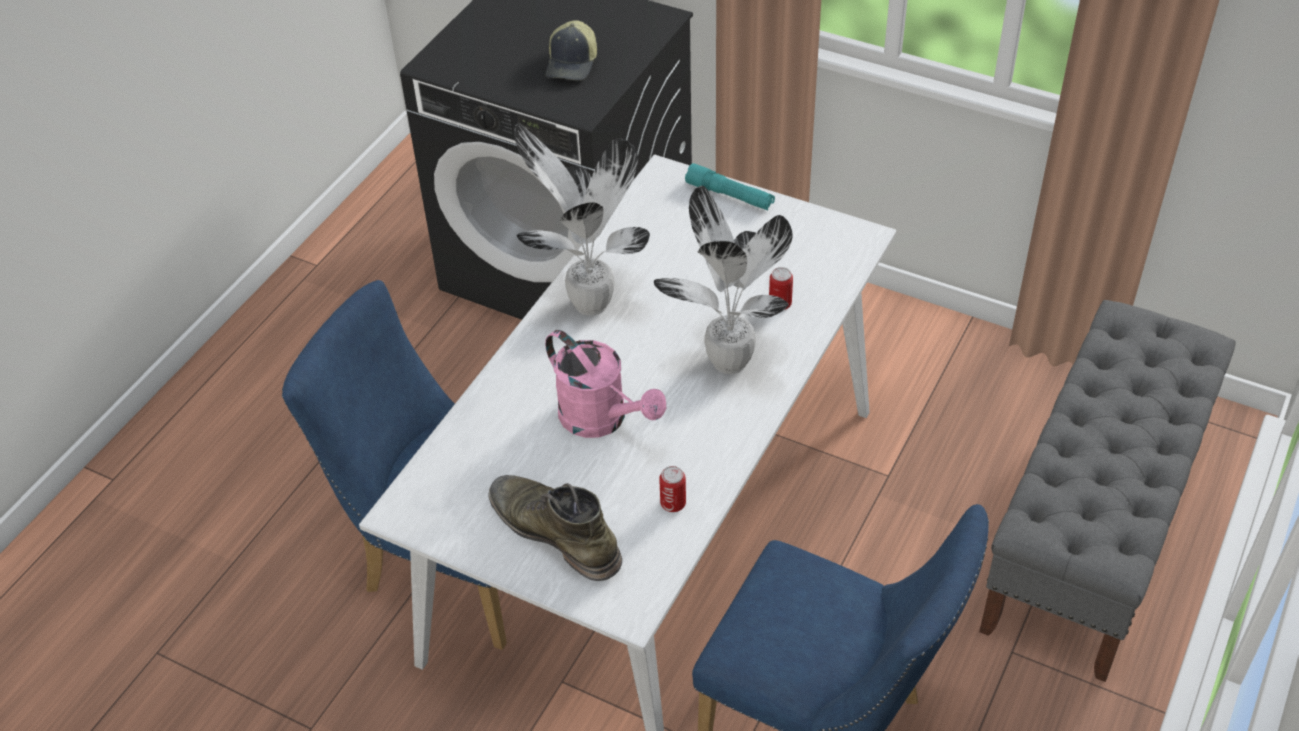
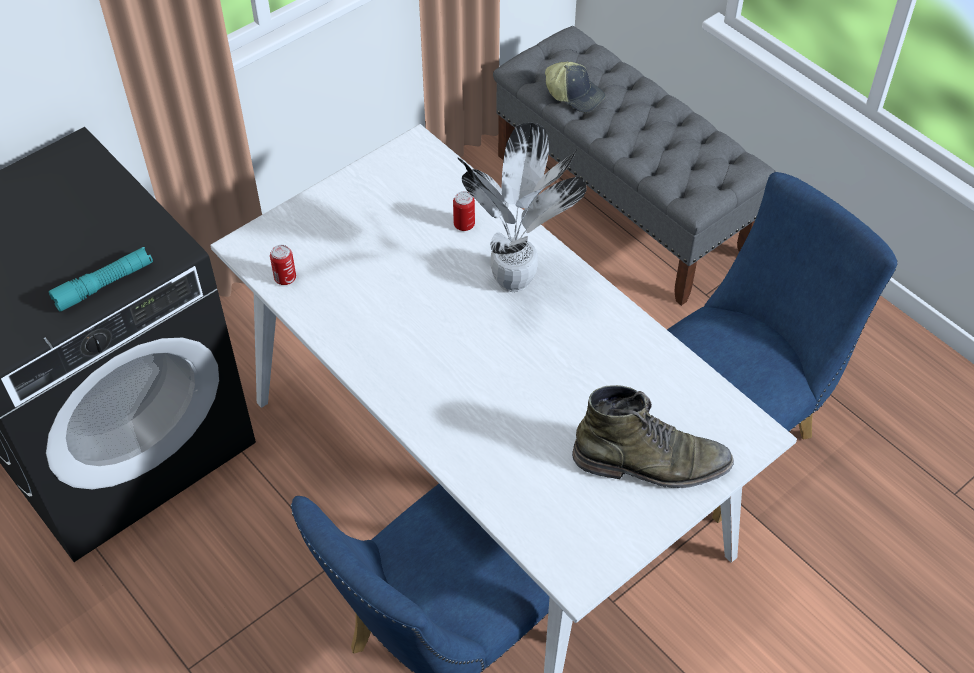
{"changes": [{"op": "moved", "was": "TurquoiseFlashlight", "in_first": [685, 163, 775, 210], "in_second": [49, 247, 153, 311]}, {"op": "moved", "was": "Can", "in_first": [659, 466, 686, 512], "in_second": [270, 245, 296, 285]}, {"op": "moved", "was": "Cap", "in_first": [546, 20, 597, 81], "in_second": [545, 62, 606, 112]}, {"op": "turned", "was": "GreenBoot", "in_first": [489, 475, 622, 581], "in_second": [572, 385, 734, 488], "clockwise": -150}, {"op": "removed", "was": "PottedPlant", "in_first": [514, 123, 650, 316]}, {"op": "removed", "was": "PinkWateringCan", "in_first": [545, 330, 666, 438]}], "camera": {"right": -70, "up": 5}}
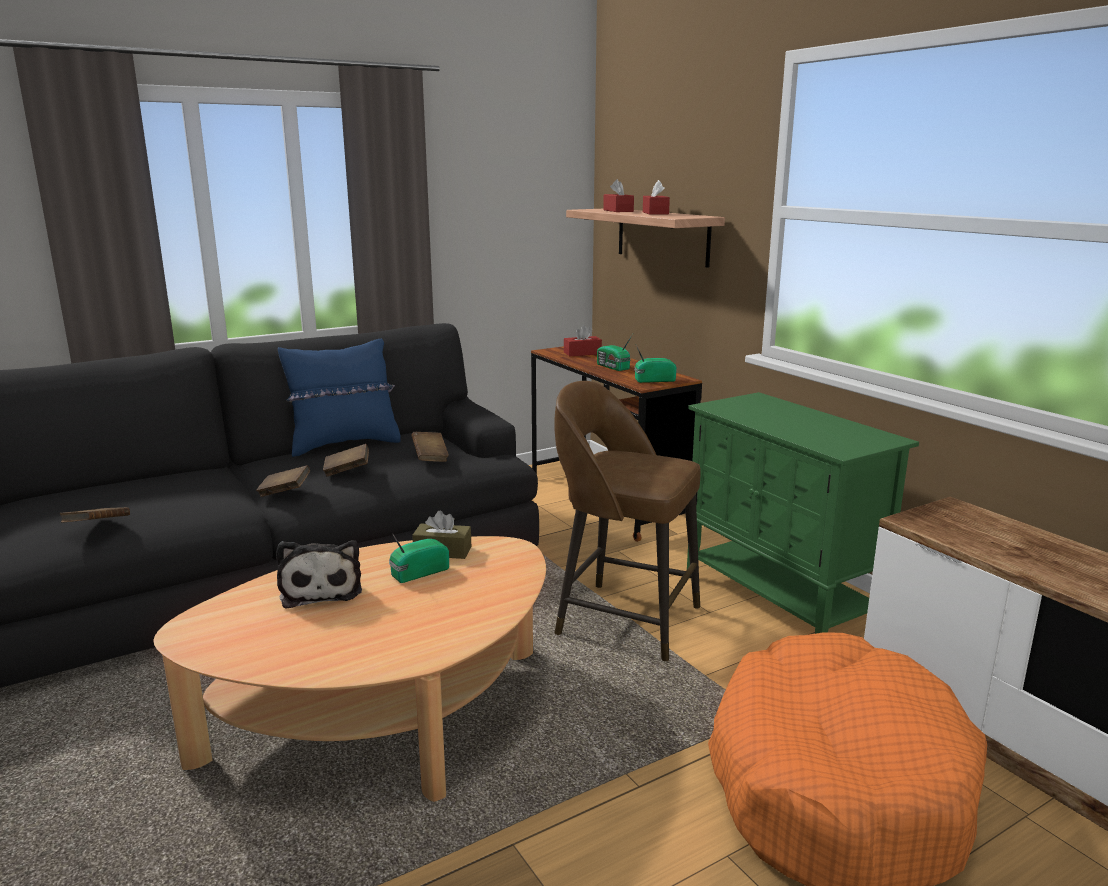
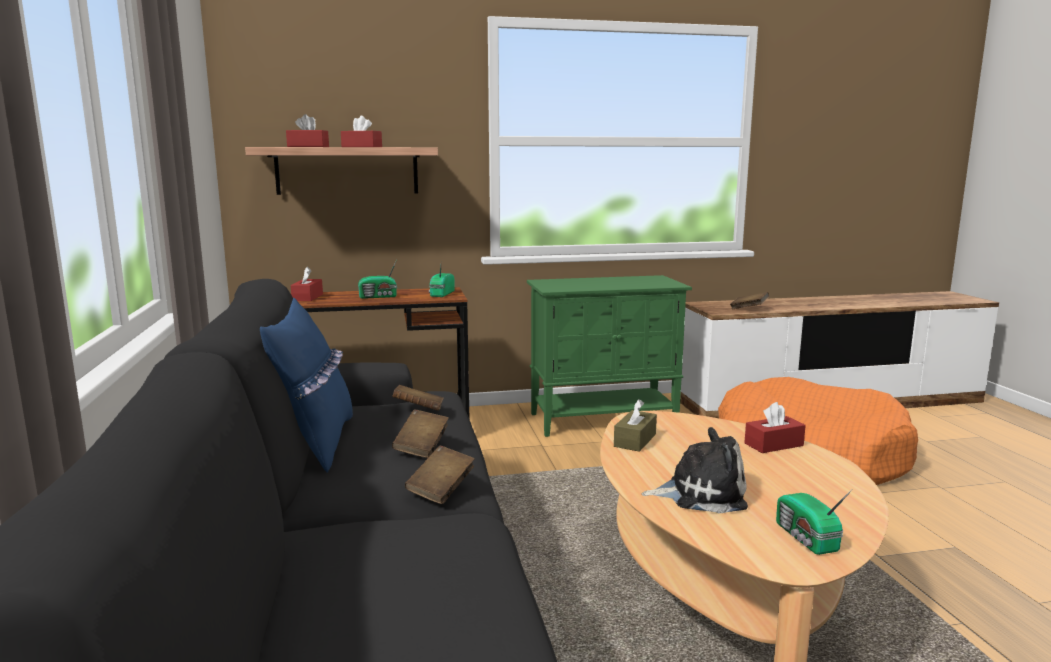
{"changes": [{"op": "moved", "was": "BrownBook", "in_first": [59, 507, 130, 523], "in_second": [730, 292, 769, 309]}, {"op": "added", "now": "RedTissueBox", "in_second": [744, 402, 806, 453]}, {"op": "moved", "was": "Radio", "in_first": [389, 533, 449, 583], "in_second": [776, 490, 852, 555]}, {"op": "removed", "was": "BrownStool", "in_first": [554, 381, 701, 661]}], "camera": {"right": -70, "up": -5}}
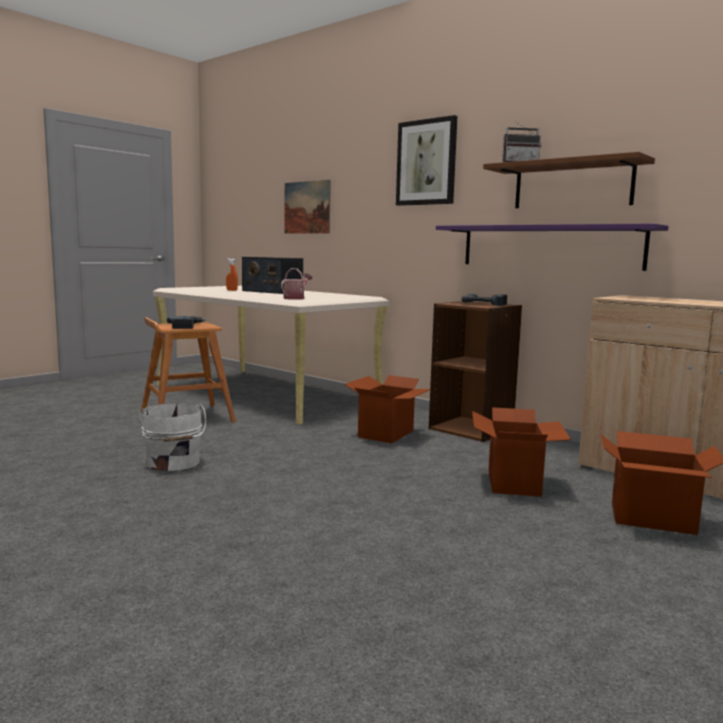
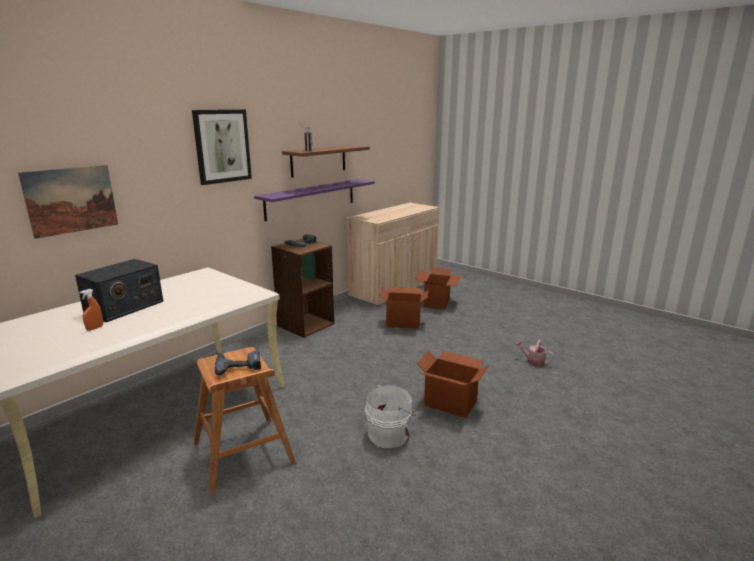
{"changes": [{"op": "moved", "was": "CardboardBox", "in_first": [344, 375, 431, 444], "in_second": [417, 351, 489, 418]}, {"op": "moved", "was": "WateringCan", "in_first": [281, 268, 312, 300], "in_second": [515, 340, 554, 367]}], "camera": {"right": -90, "up": 10}}
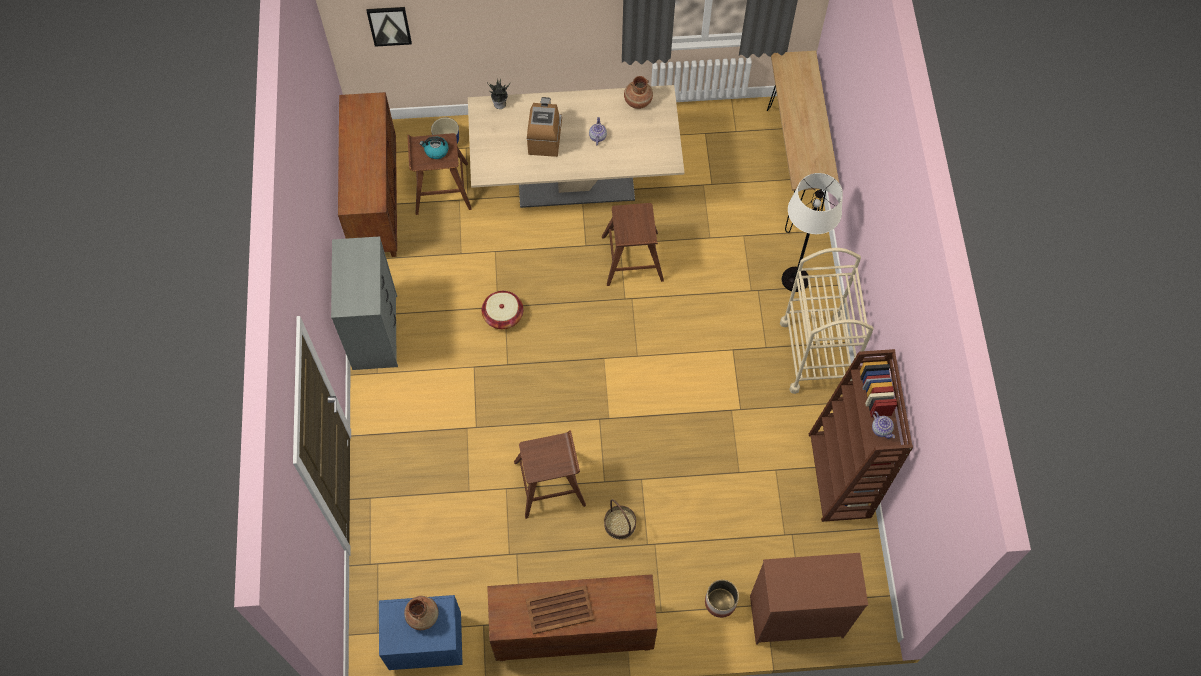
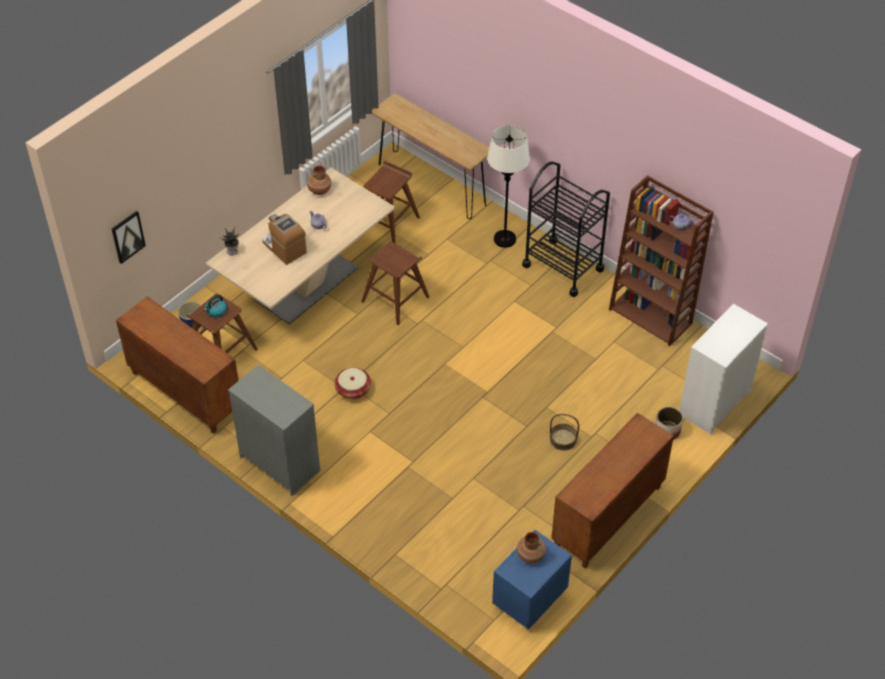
{"changes": [{"op": "moved", "was": "BrownStool", "in_first": [514, 430, 586, 519], "in_second": [363, 161, 420, 244]}, {"op": "recoloured", "was": "BeigeCart", "now": "BlackCart", "in_first": [780, 248, 874, 394], "in_second": [522, 161, 610, 297]}, {"op": "recoloured", "was": "BrownDresser", "now": "WhiteDresser", "in_first": [750, 553, 868, 645], "in_second": [679, 304, 768, 435]}, {"op": "removed", "was": "BrownTray", "in_first": [525, 585, 594, 634]}], "camera": {"right": -45, "up": -15}}
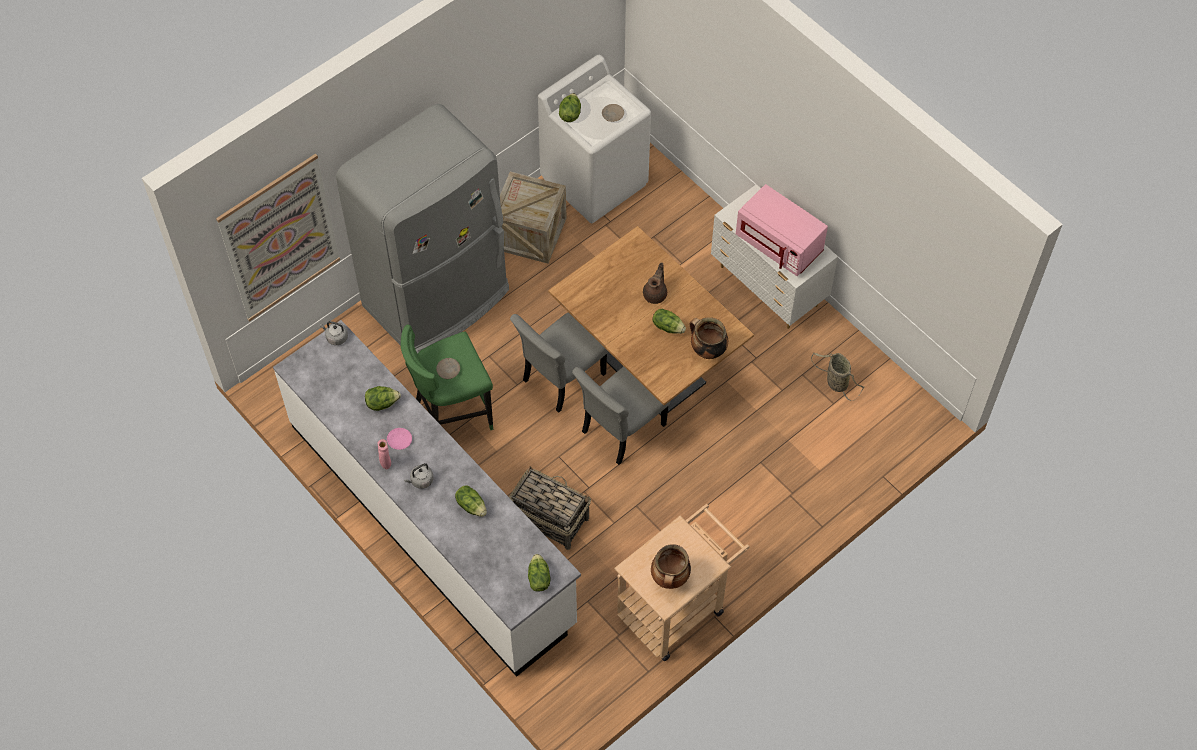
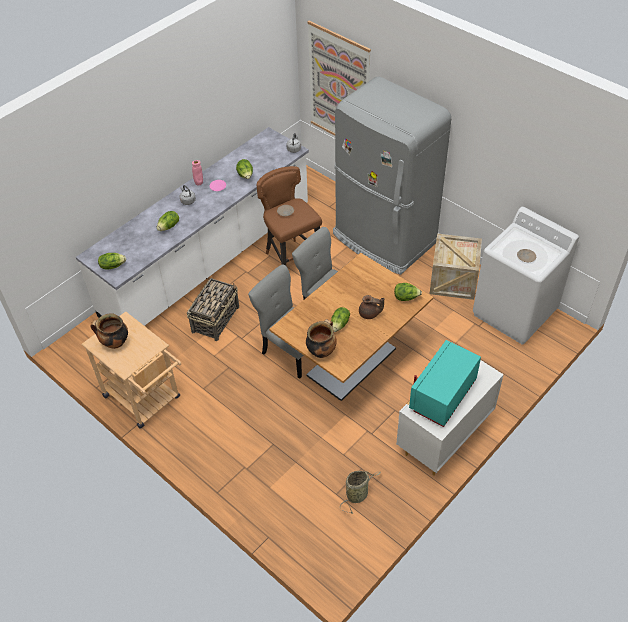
{"changes": [{"op": "recoloured", "was": "GreenStool", "now": "BrownStool", "in_first": [401, 325, 493, 430], "in_second": [257, 166, 322, 265]}, {"op": "moved", "was": "Lettuce", "in_first": [559, 93, 581, 122], "in_second": [394, 283, 422, 301]}, {"op": "recoloured", "was": "PinkMicrowave", "now": "TurquoiseMicrowave", "in_first": [736, 184, 828, 276], "in_second": [409, 340, 481, 427]}], "camera": {"right": 85, "up": -10}}
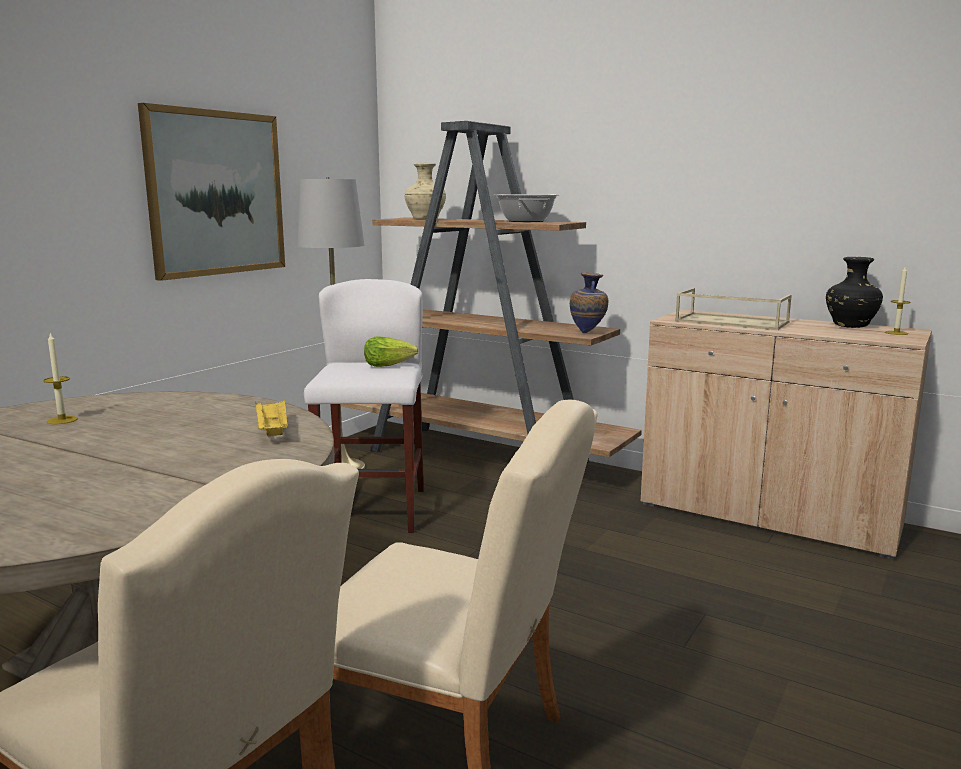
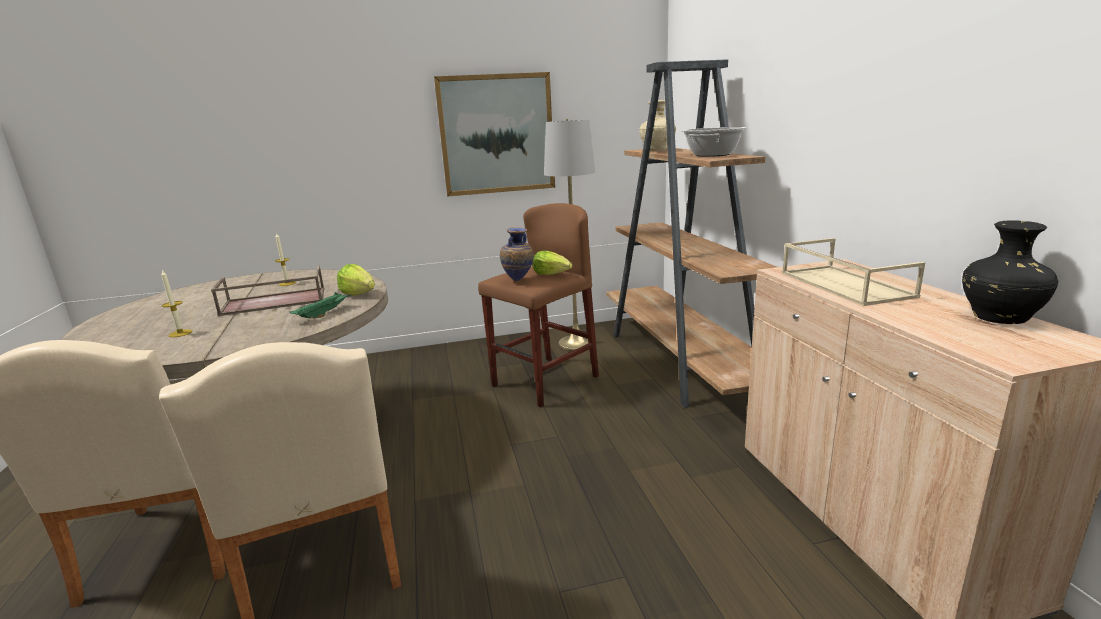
{"changes": [{"op": "moved", "was": "Candle", "in_first": [885, 265, 911, 335], "in_second": [161, 270, 192, 337]}, {"op": "added", "now": "BrownTray", "in_second": [211, 265, 325, 316]}, {"op": "recoloured", "was": "YellowTray", "now": "GreenTray", "in_first": [255, 399, 287, 436], "in_second": [290, 292, 351, 319]}, {"op": "added", "now": "Lettuce", "in_second": [337, 264, 375, 296]}, {"op": "recoloured", "was": "WhiteStool", "now": "BrownStool", "in_first": [304, 279, 424, 533], "in_second": [478, 203, 599, 407]}, {"op": "moved", "was": "Vase", "in_first": [570, 272, 608, 333], "in_second": [500, 227, 534, 281]}], "camera": {"right": 45, "up": 5}}
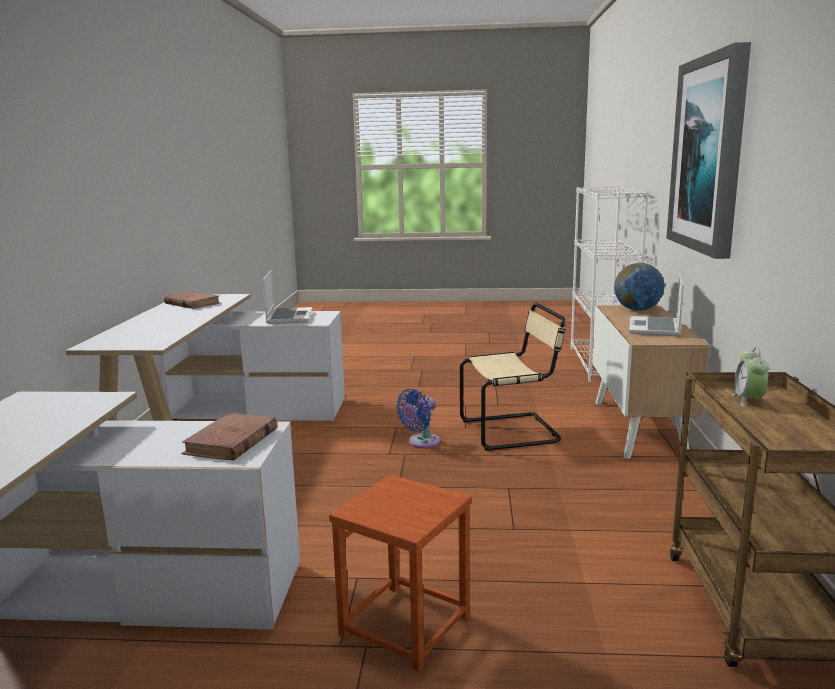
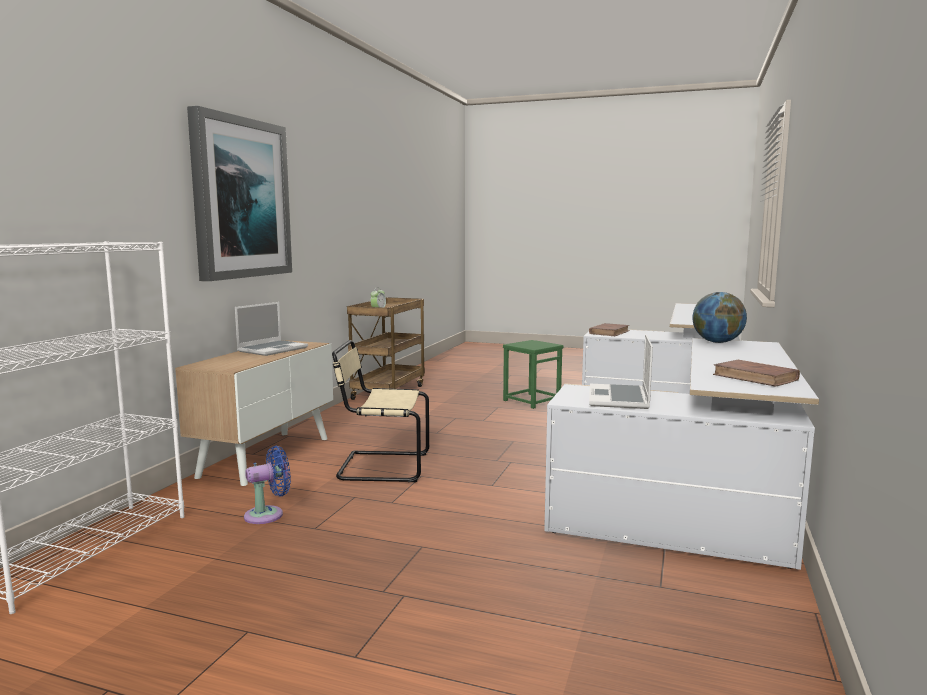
{"changes": [{"op": "moved", "was": "BlueFan", "in_first": [396, 389, 440, 448], "in_second": [244, 446, 291, 524]}, {"op": "recoloured", "was": "BrownStool", "now": "GreenStool", "in_first": [329, 474, 472, 672], "in_second": [503, 340, 563, 409]}, {"op": "moved", "was": "Globe", "in_first": [614, 263, 664, 311], "in_second": [692, 292, 747, 343]}], "camera": {"right": -165, "up": -5}}
